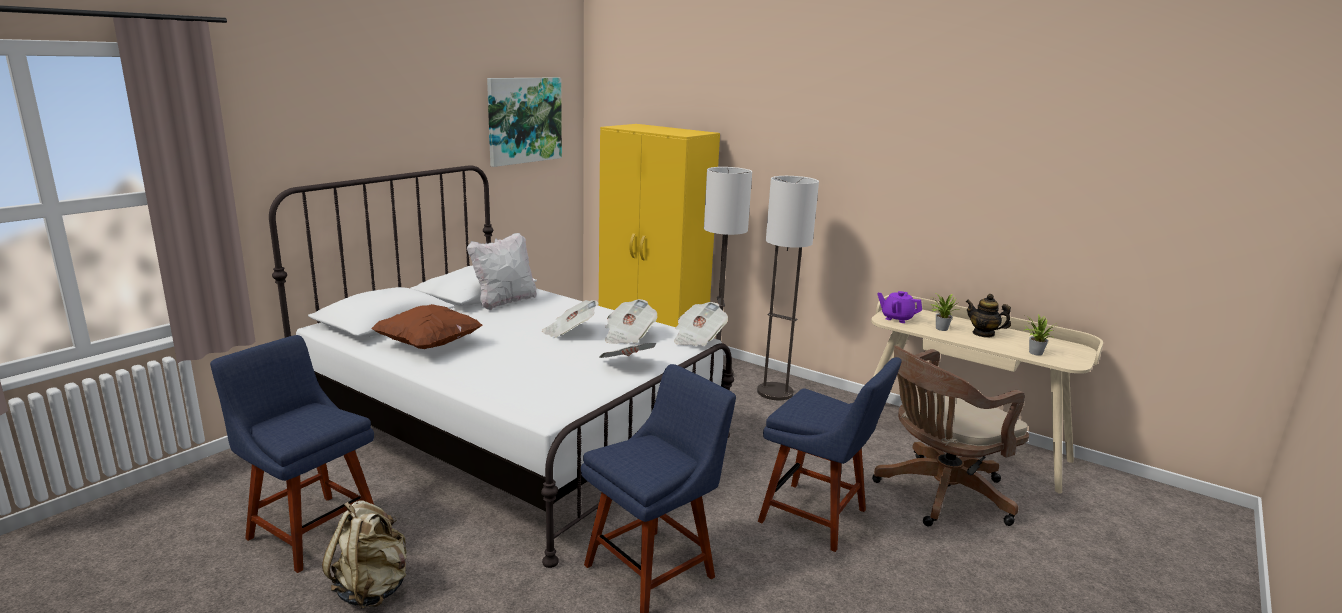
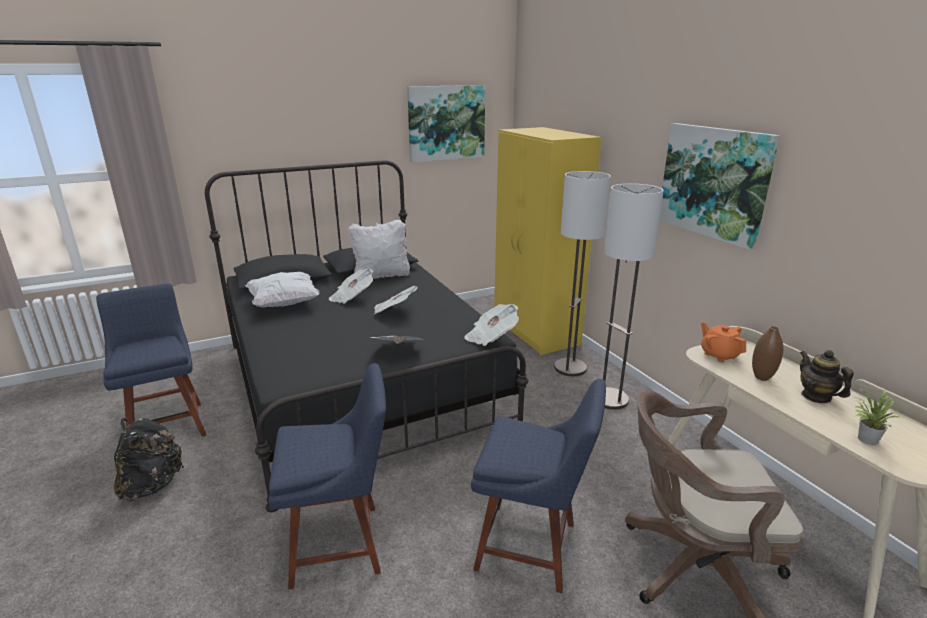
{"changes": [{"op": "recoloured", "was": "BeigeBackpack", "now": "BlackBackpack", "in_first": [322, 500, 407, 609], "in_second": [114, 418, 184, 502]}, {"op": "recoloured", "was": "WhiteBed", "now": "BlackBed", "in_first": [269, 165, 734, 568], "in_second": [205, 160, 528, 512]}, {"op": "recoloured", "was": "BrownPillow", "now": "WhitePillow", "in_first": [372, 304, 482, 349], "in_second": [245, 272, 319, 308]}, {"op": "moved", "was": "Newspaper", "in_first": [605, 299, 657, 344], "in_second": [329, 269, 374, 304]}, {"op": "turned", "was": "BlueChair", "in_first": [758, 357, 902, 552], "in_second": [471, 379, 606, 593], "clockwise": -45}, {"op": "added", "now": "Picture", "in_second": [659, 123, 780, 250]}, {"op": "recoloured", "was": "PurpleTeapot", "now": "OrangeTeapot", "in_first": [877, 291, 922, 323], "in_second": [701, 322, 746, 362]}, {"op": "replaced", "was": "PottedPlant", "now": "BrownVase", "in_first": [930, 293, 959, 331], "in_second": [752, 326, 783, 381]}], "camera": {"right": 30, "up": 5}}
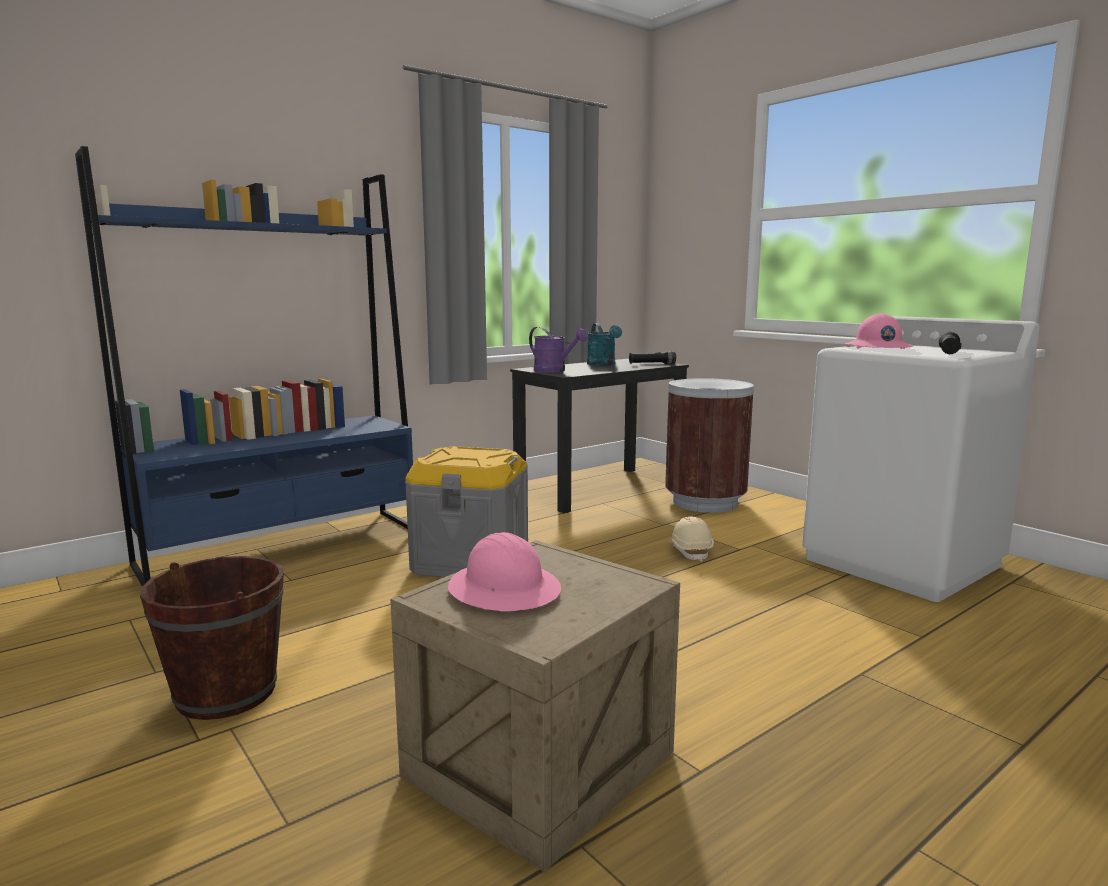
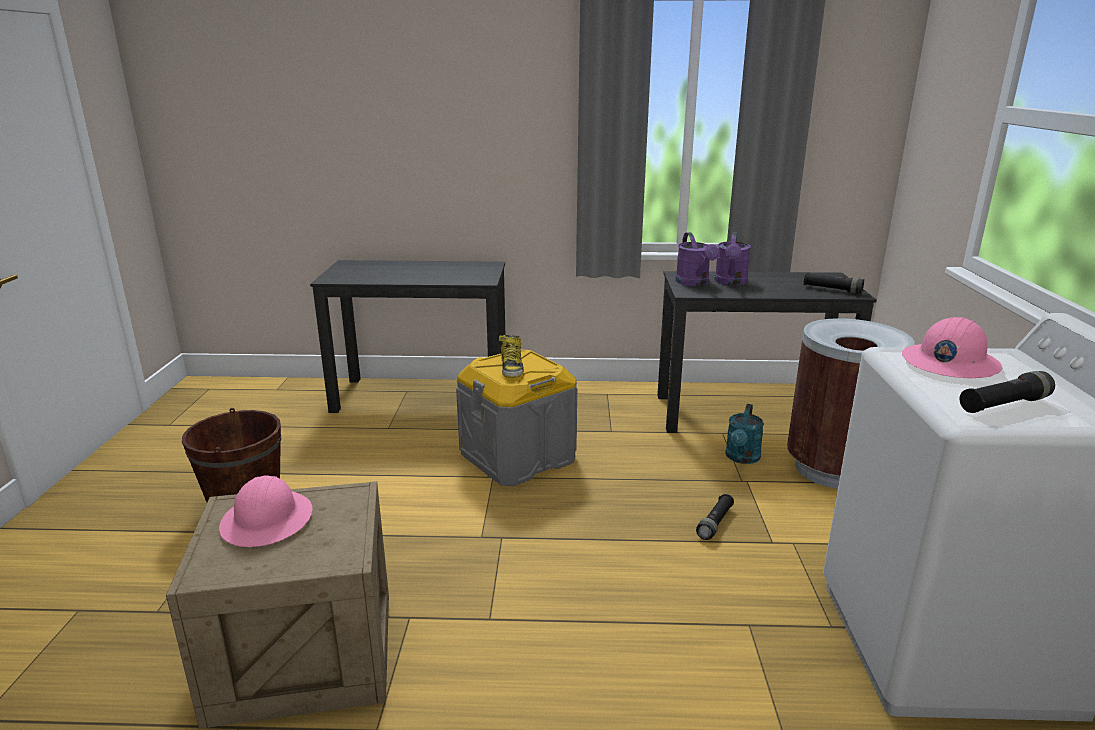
{"changes": [{"op": "replaced", "was": "BlueBookcase", "now": "BlackDesk", "in_first": [75, 146, 413, 586], "in_second": [310, 260, 505, 413]}, {"op": "added", "now": "Boot", "in_second": [499, 335, 524, 378]}, {"op": "replaced", "was": "BeigeHardHat", "now": "BlackFlashlight", "in_first": [669, 517, 714, 562], "in_second": [696, 494, 734, 540]}, {"op": "added", "now": "PurpleWateringCan", "in_second": [715, 232, 751, 285]}, {"op": "moved", "was": "TurquoiseWateringCan", "in_first": [587, 323, 622, 366], "in_second": [725, 404, 764, 464]}], "camera": {"right": 40, "up": 10}}
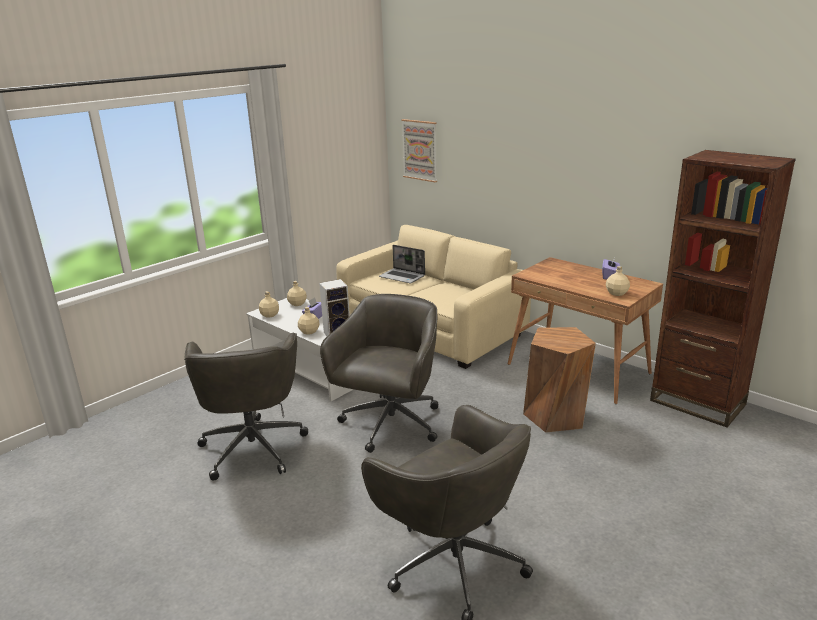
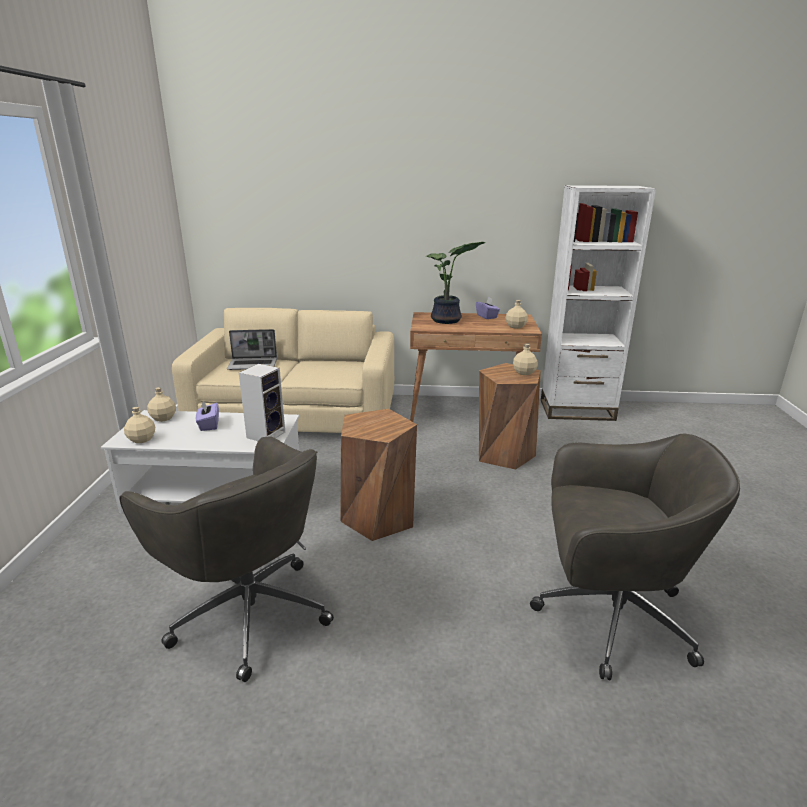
{"changes": [{"op": "replaced", "was": "GreyOfficeChair", "now": "BrownStool", "in_first": [320, 294, 438, 453], "in_second": [340, 409, 417, 541]}, {"op": "added", "now": "PottedPlant", "in_second": [426, 242, 486, 324]}, {"op": "moved", "was": "BeigeBottle", "in_first": [298, 307, 320, 335], "in_second": [513, 343, 538, 375]}, {"op": "recoloured", "was": "BrownBookcase", "now": "WhiteBookcase", "in_first": [650, 150, 796, 427], "in_second": [541, 185, 656, 421]}, {"op": "removed", "was": "Picture", "in_first": [401, 119, 437, 182]}], "camera": {"right": -40, "up": 0}}
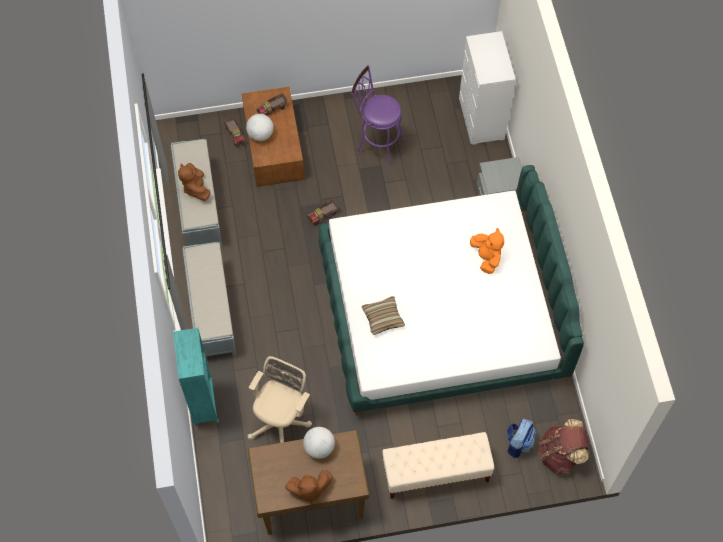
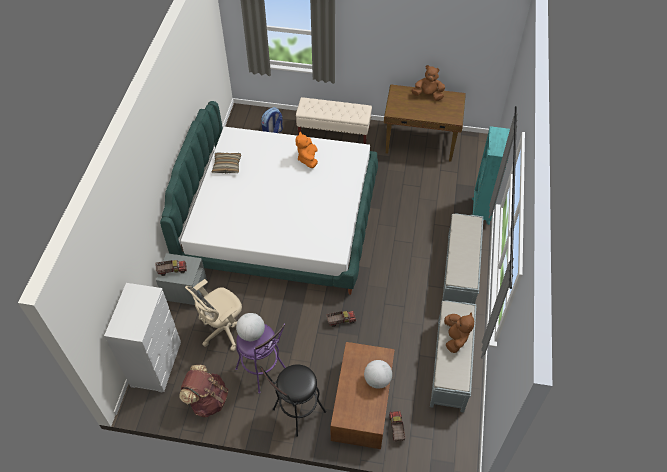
{"changes": [{"op": "moved", "was": "ToyTruck", "in_first": [256, 93, 288, 115], "in_second": [156, 260, 187, 276]}, {"op": "moved", "was": "BrownBackpack", "in_first": [538, 419, 589, 474], "in_second": [179, 365, 228, 417]}, {"op": "moved", "was": "BeigeOfficeChair", "in_first": [248, 356, 312, 443], "in_second": [185, 279, 242, 351]}, {"op": "moved", "was": "Pillow", "in_first": [362, 296, 405, 335], "in_second": [211, 153, 241, 173]}, {"op": "moved", "was": "Globe", "in_first": [303, 427, 335, 459], "in_second": [236, 313, 265, 341]}, {"op": "added", "now": "BlackStool", "in_second": [260, 365, 326, 437]}, {"op": "moved", "was": "OrangePlushToy", "in_first": [470, 228, 504, 274], "in_second": [295, 132, 318, 168]}], "camera": {"right": -160, "up": -10}}
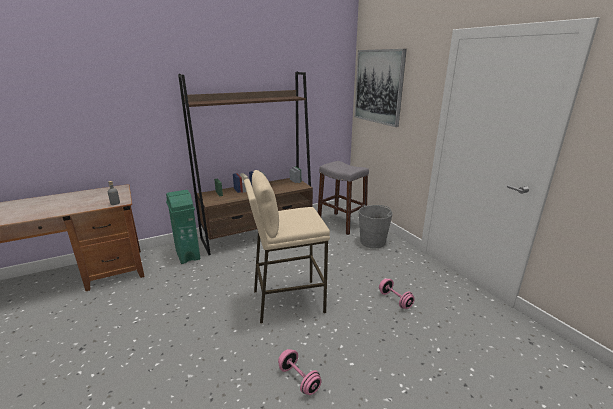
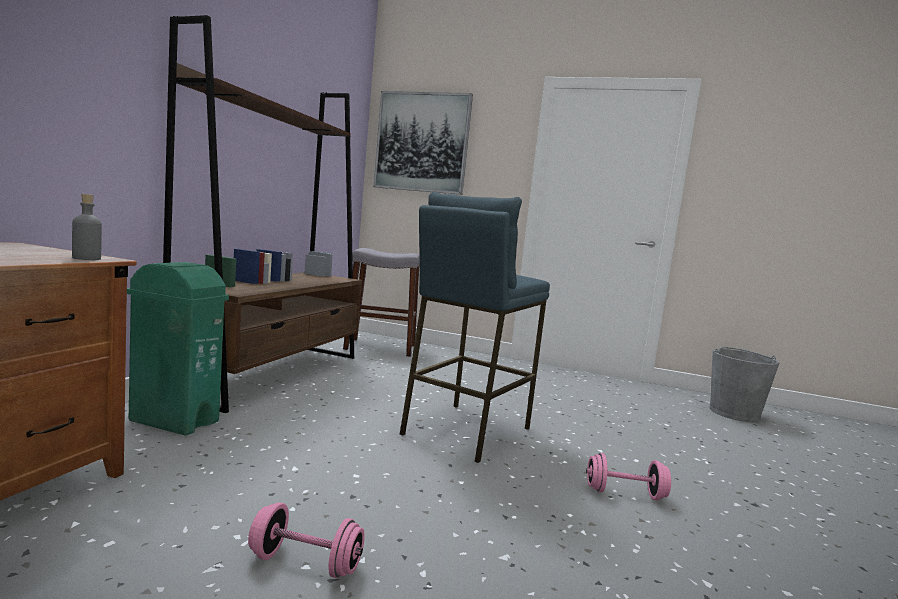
{"changes": [{"op": "moved", "was": "PinkDumbbell", "in_first": [379, 279, 415, 309], "in_second": [248, 502, 365, 578]}, {"op": "recoloured", "was": "BeigeStool", "now": "BlueStool", "in_first": [244, 170, 330, 324], "in_second": [400, 192, 550, 463]}, {"op": "moved", "was": "GreyBucket", "in_first": [359, 205, 393, 248], "in_second": [709, 347, 779, 422]}], "camera": {"right": -45, "up": -15}}
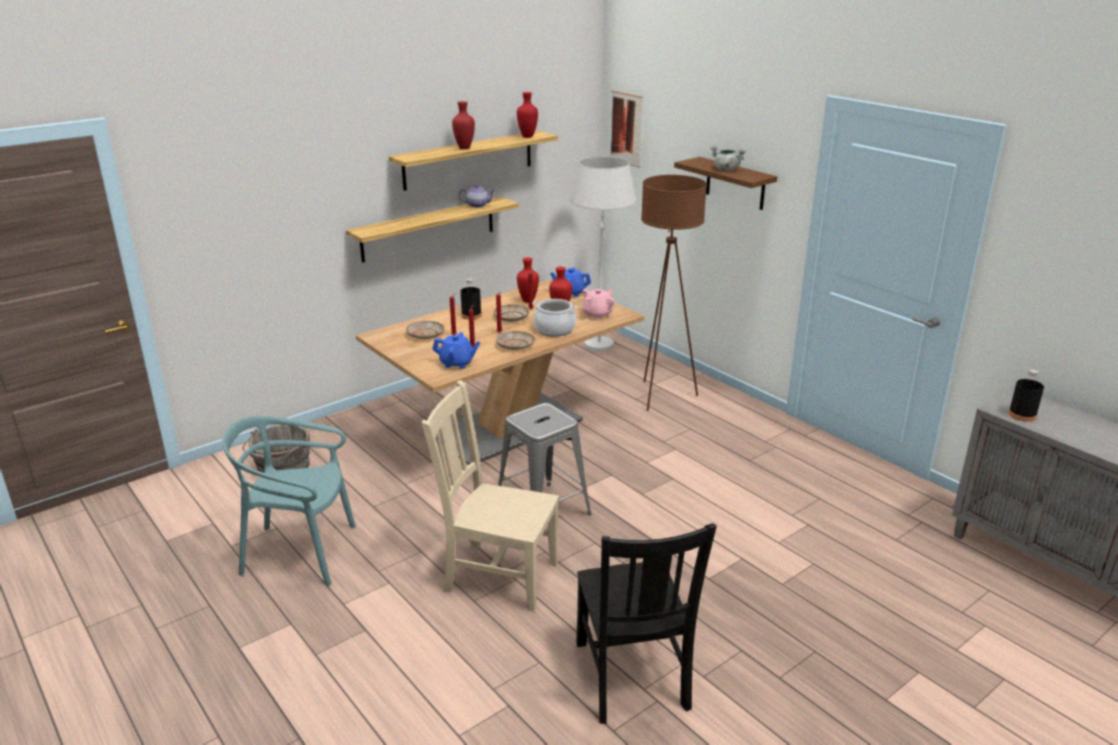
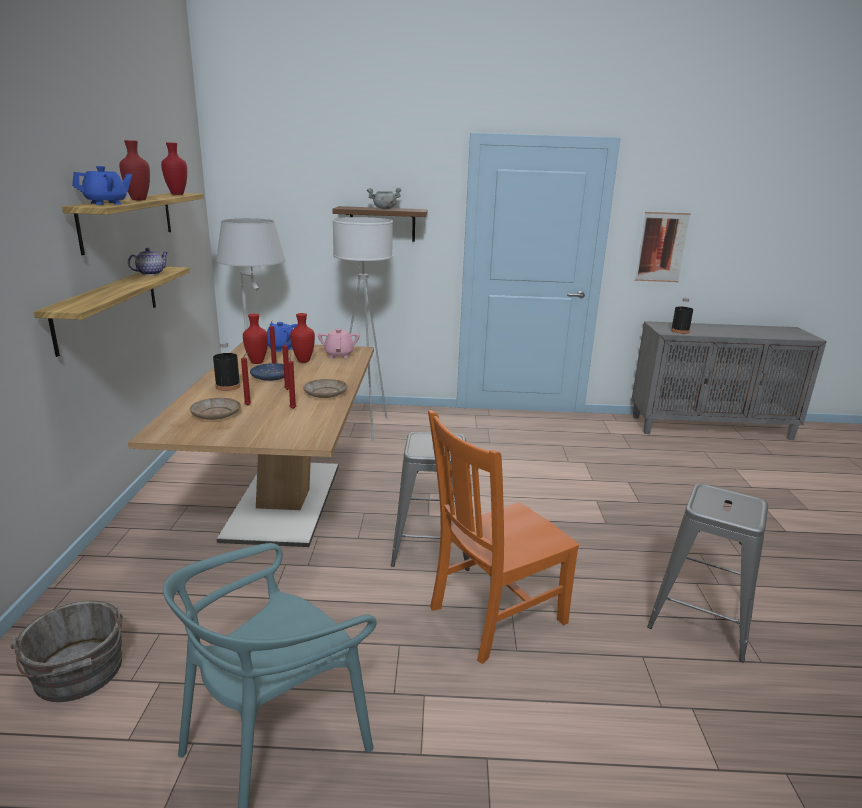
{"changes": [{"op": "moved", "was": "BlueTeapot", "in_first": [432, 332, 480, 369], "in_second": [72, 166, 132, 205]}, {"op": "recoloured", "was": "BeigePlate", "now": "BluePlate", "in_first": [493, 304, 530, 322], "in_second": [250, 363, 284, 381]}, {"op": "recoloured", "was": "BrownFloorLamp", "now": "WhiteFloorLamp", "in_first": [641, 175, 707, 411], "in_second": [332, 217, 393, 441]}, {"op": "recoloured", "was": "BeigeChair", "now": "OrangeChair", "in_first": [422, 380, 559, 612], "in_second": [428, 410, 579, 664]}, {"op": "moved", "was": "Picture", "in_first": [610, 90, 643, 168], "in_second": [635, 212, 691, 282]}, {"op": "replaced", "was": "BlackChair", "now": "GreyStool", "in_first": [576, 523, 717, 724], "in_second": [647, 483, 768, 662]}, {"op": "removed", "was": "CookingPot", "in_first": [532, 299, 578, 336]}], "camera": {"right": -50, "up": -5}}
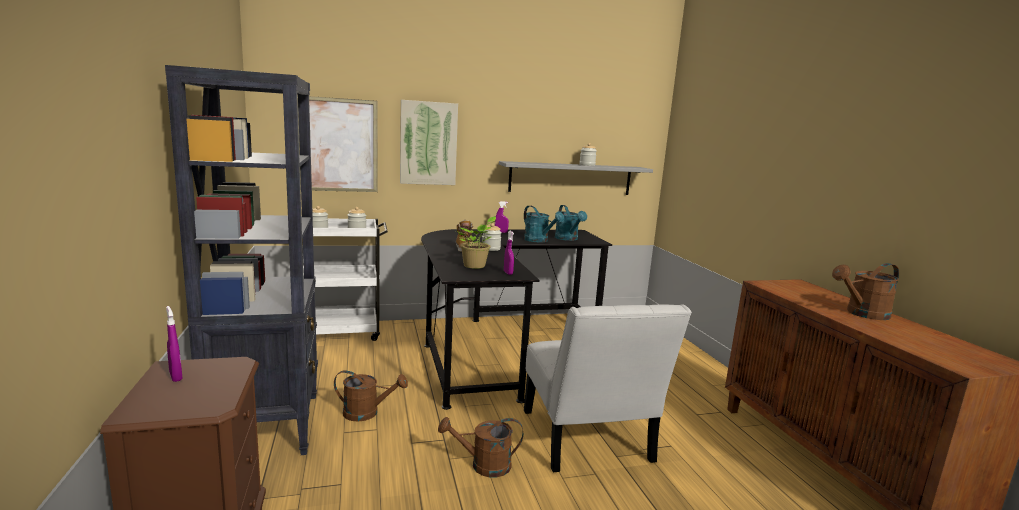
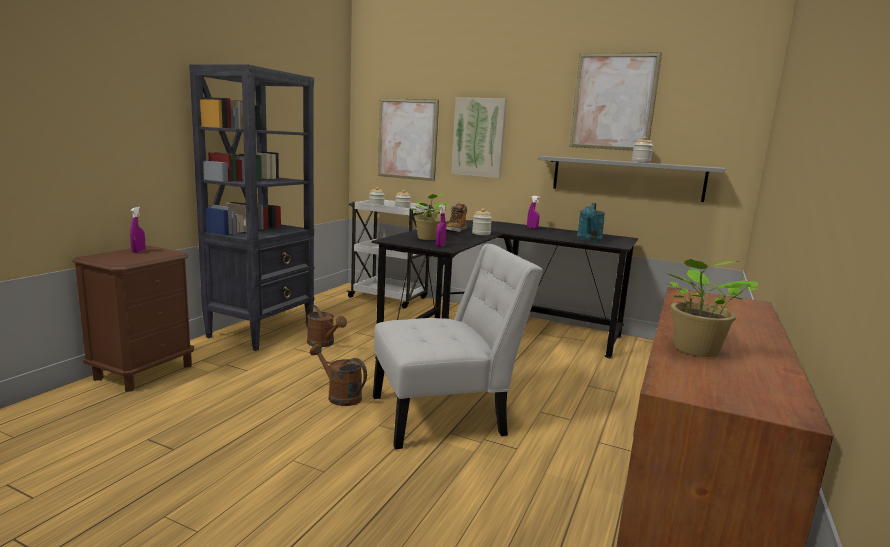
{"changes": [{"op": "turned", "was": "WhiteChair", "in_first": [524, 304, 692, 472], "in_second": [373, 244, 543, 449], "clockwise": -135}, {"op": "added", "now": "Picture", "in_second": [570, 52, 662, 151]}, {"op": "added", "now": "PottedPlant", "in_second": [667, 259, 758, 357]}, {"op": "removed", "was": "TurquoiseWateringCan", "in_first": [524, 206, 564, 242]}, {"op": "removed", "was": "BrownWateringCan", "in_first": [832, 263, 899, 320]}], "camera": {"right": 40, "up": 0}}
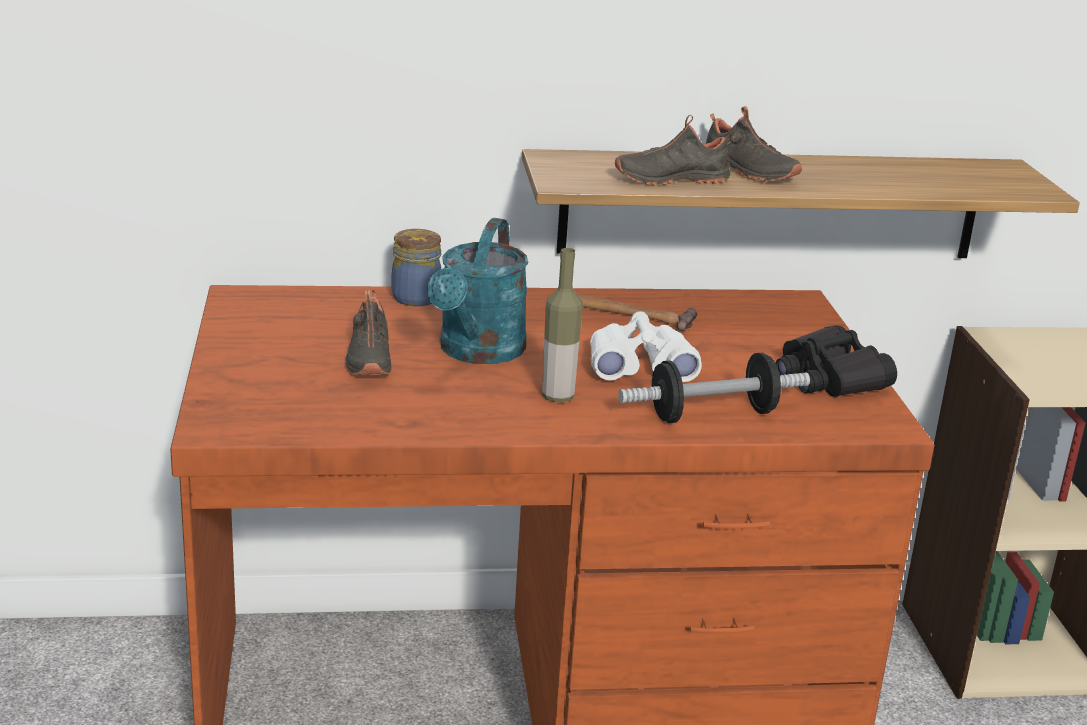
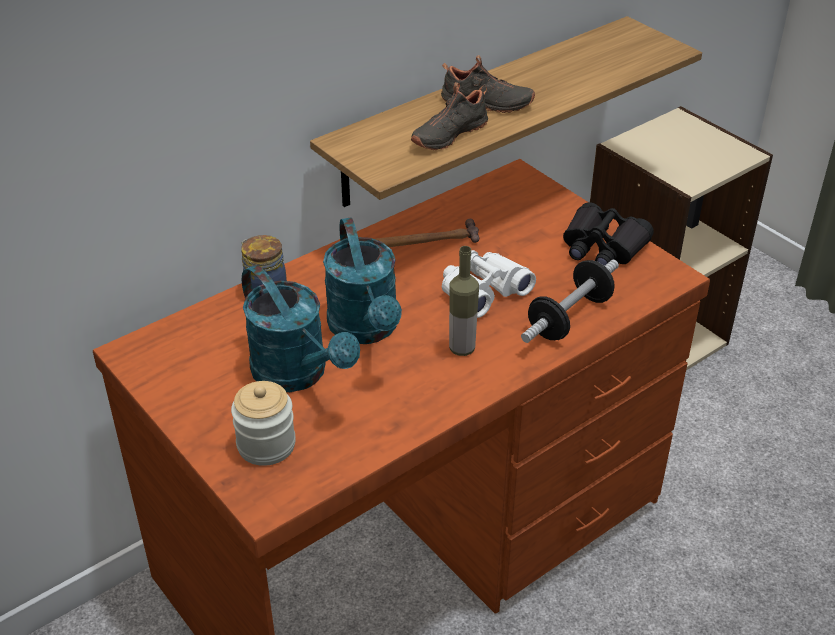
{"changes": [{"op": "added", "now": "Jar", "in_second": [231, 381, 296, 466]}, {"op": "replaced", "was": "BlackShoe", "now": "TurquoiseWateringCan", "in_first": [345, 290, 391, 375], "in_second": [242, 265, 360, 392]}], "camera": {"right": -30, "up": 15}}
